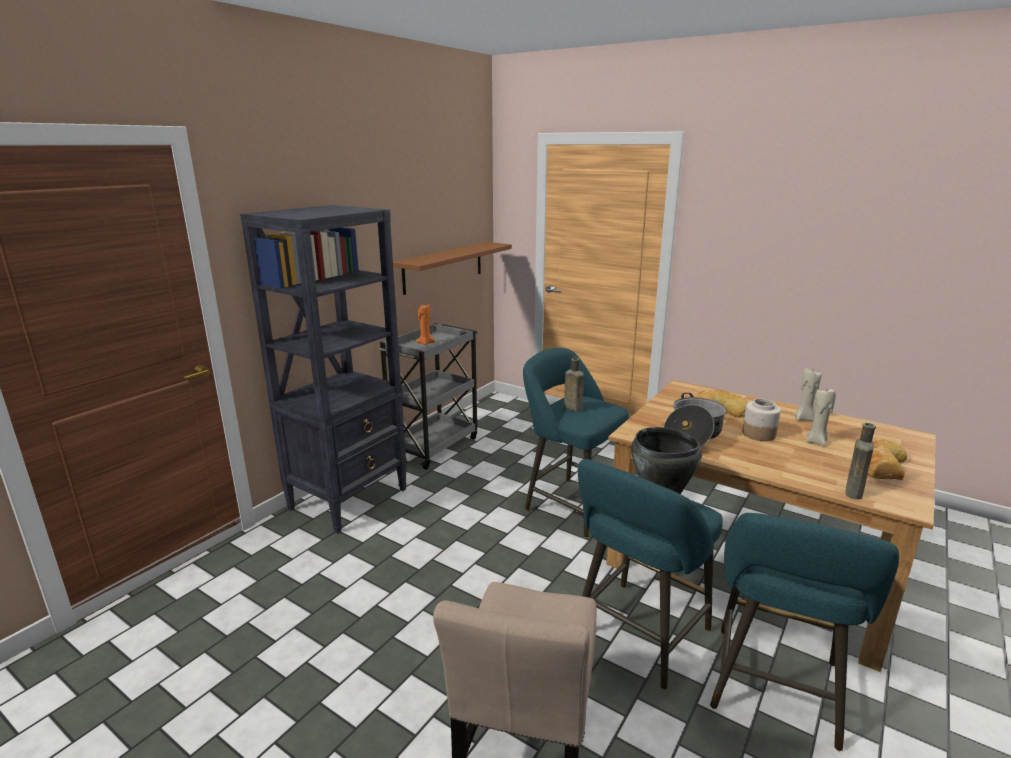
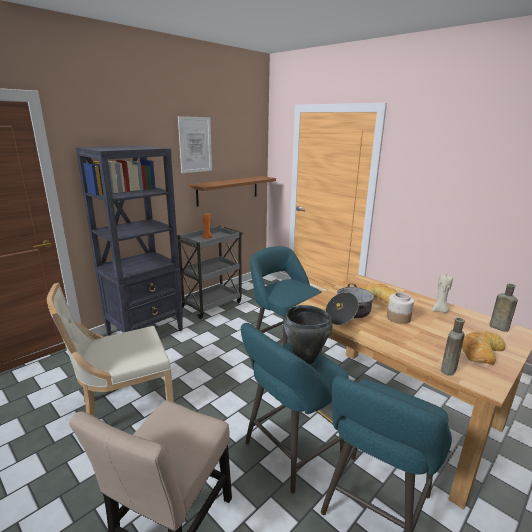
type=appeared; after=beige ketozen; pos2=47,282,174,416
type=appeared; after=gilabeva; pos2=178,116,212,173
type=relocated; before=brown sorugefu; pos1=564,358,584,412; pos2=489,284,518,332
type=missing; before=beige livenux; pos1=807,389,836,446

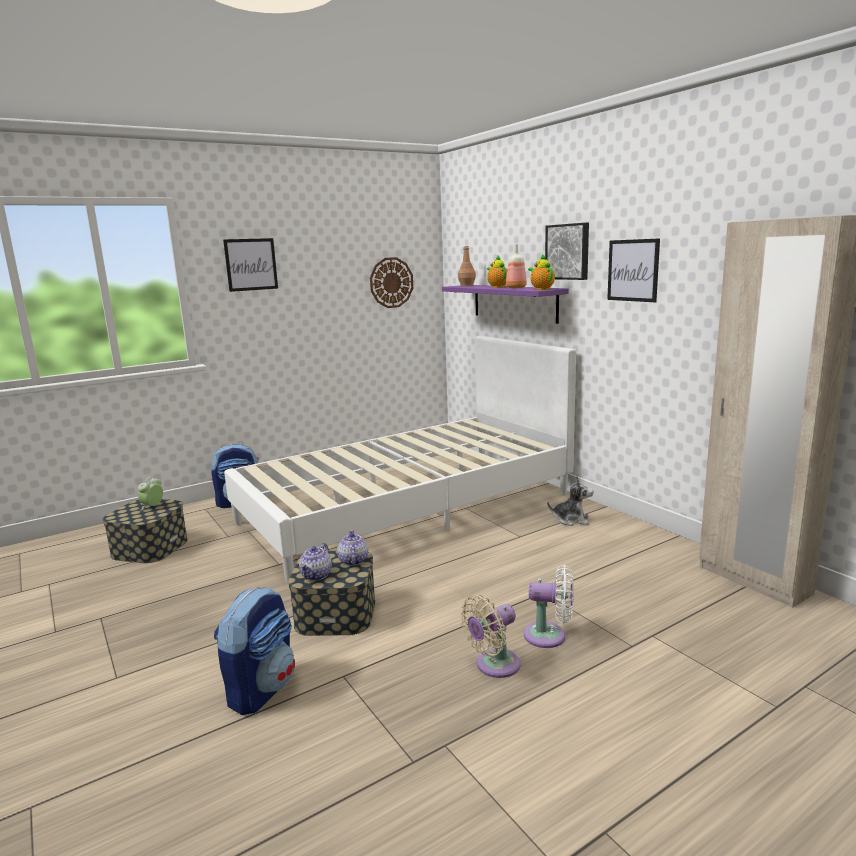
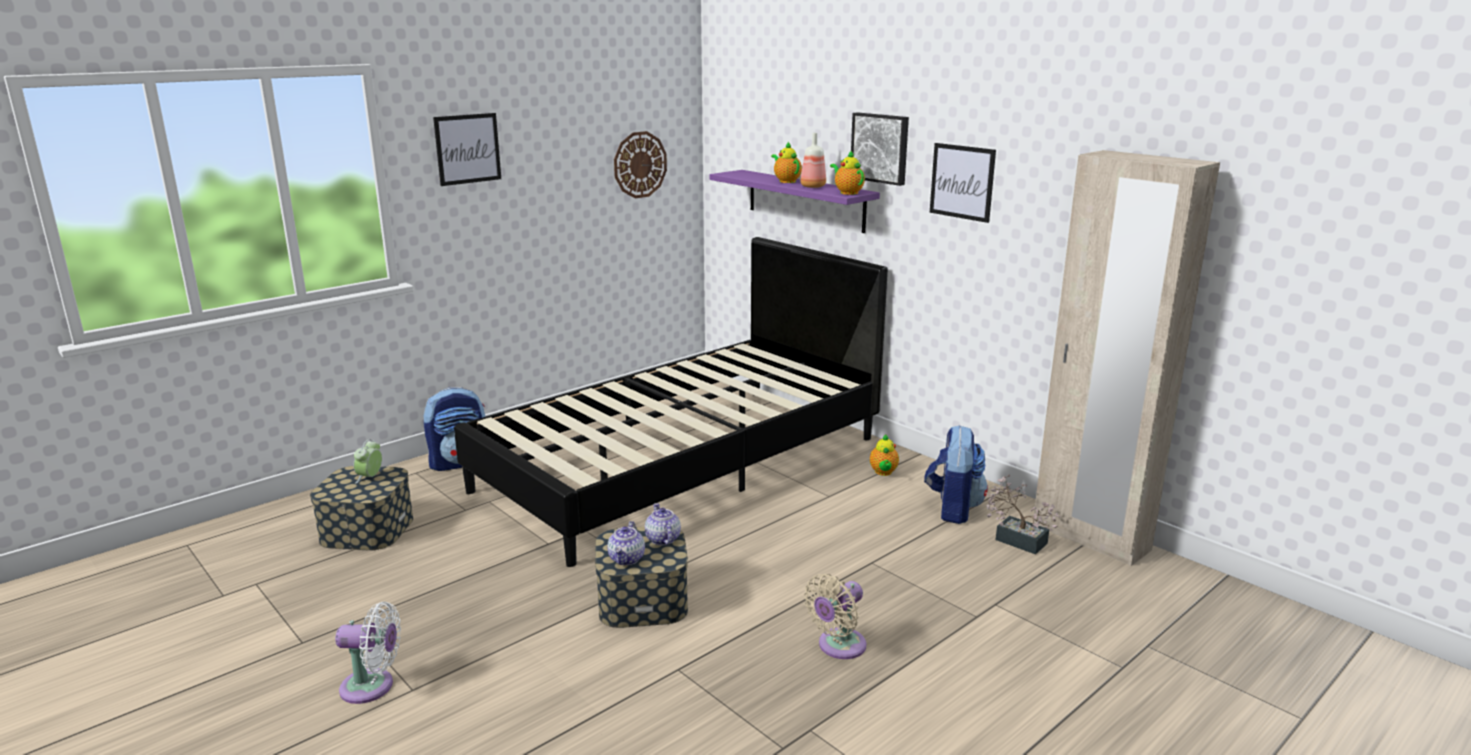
type=relocated; before=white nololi; pos1=524,565,573,648; pos2=335,602,401,704
type=colour; before=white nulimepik; after=black nulimepik; pos1=224,336,576,583; pos2=454,237,888,567
type=exchanged; before=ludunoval; after=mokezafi; pos1=547,476,593,526; pos2=870,434,899,476
type=relocated; before=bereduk; pos1=214,587,295,715; pos2=924,425,988,524
type=appeared; after=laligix; pos2=986,475,1061,555
type=missing; before=brown sorugefu; pos1=458,246,476,286

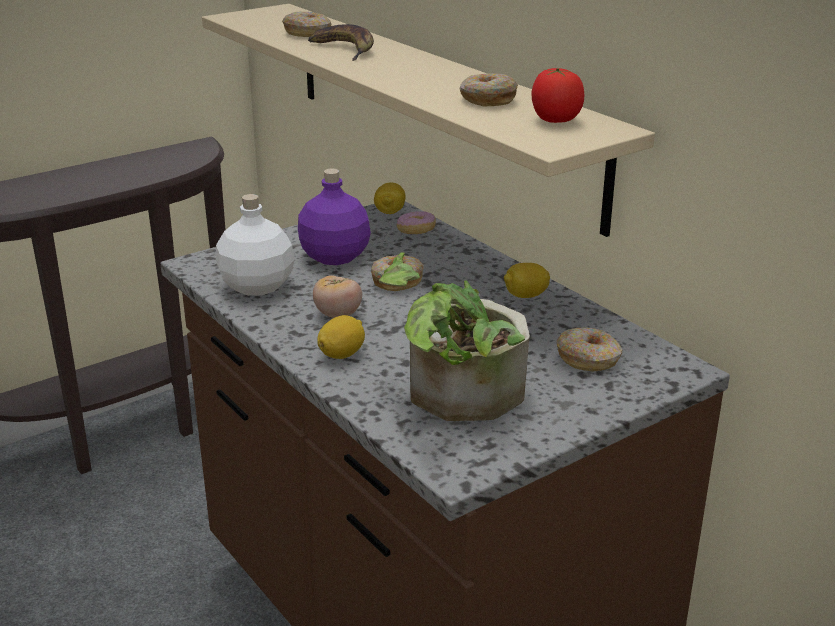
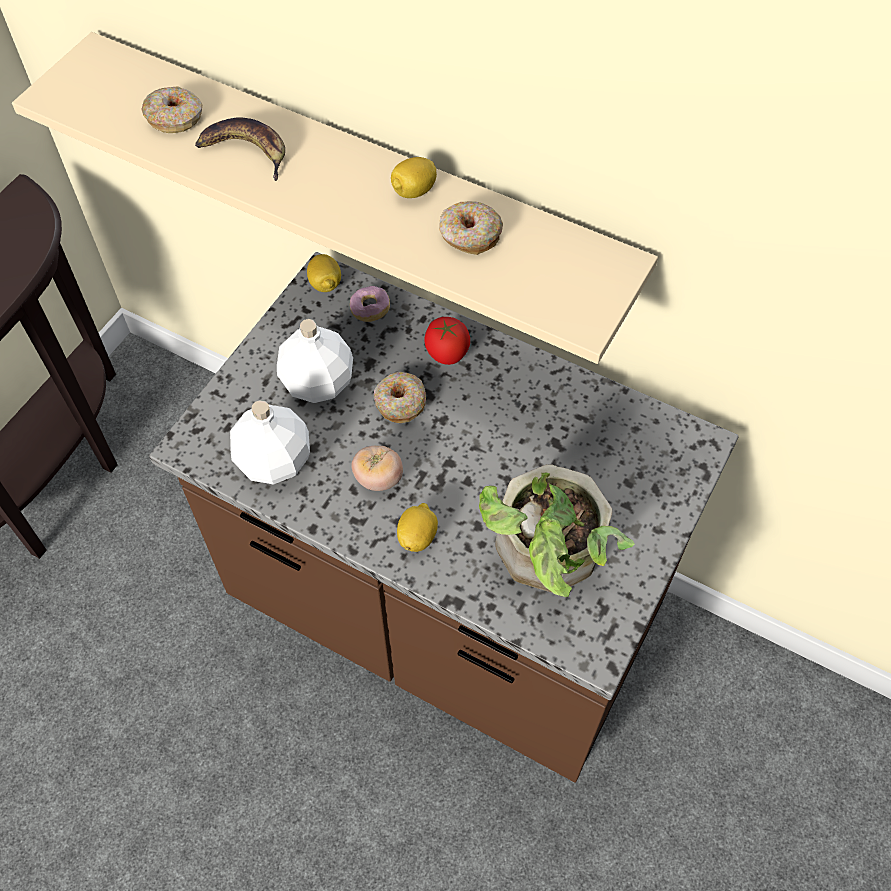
type=colour; before=purple sorugefu; after=white sorugefu; pos1=298,169,371,265; pos2=277,319,353,403
type=relocated; before=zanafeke; pos1=504,263,550,298; pos2=391,157,437,198
type=relocated; before=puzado; pos1=532,68,584,123; pos2=424,317,470,365
type=missing; before=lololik; pos1=557,328,622,371

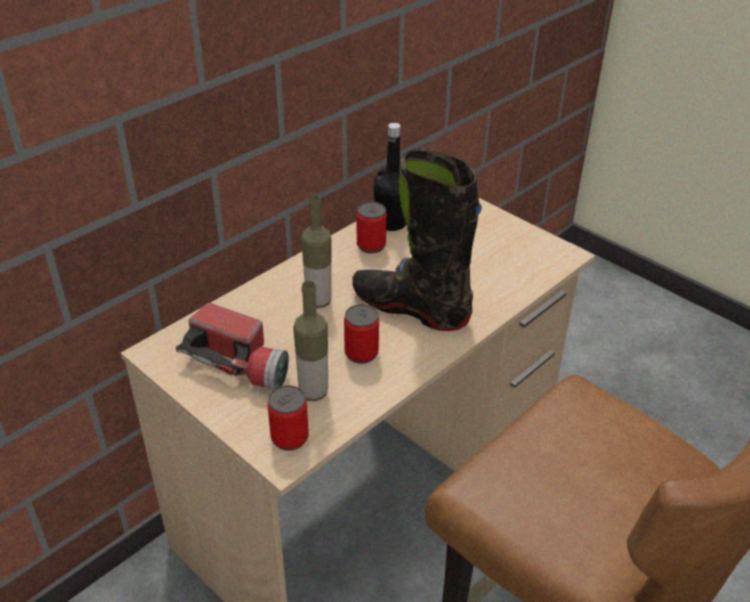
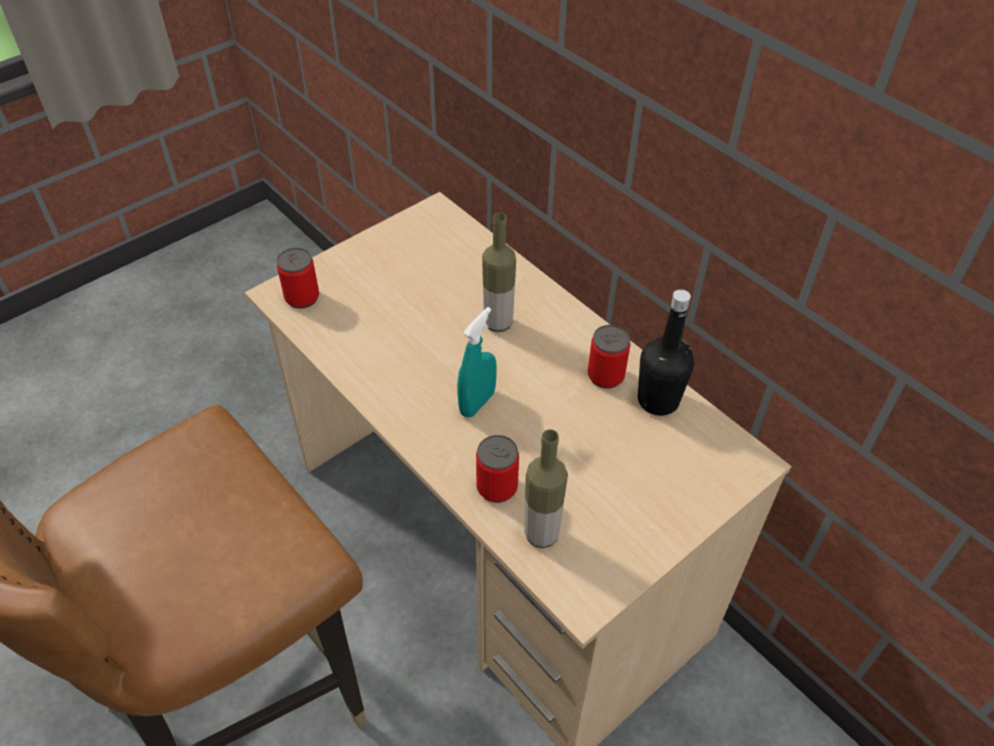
type=exchanged; before=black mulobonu; after=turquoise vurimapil; pos1=352,149,482,331; pos2=457,307,497,418
type=relocated; before=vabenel; pos1=344,304,379,364; pos2=476,435,519,503
type=relocated; before=sorugefu; pos1=293,281,328,401; pos2=524,429,568,548
type=missing; before=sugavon; pos1=176,303,289,390

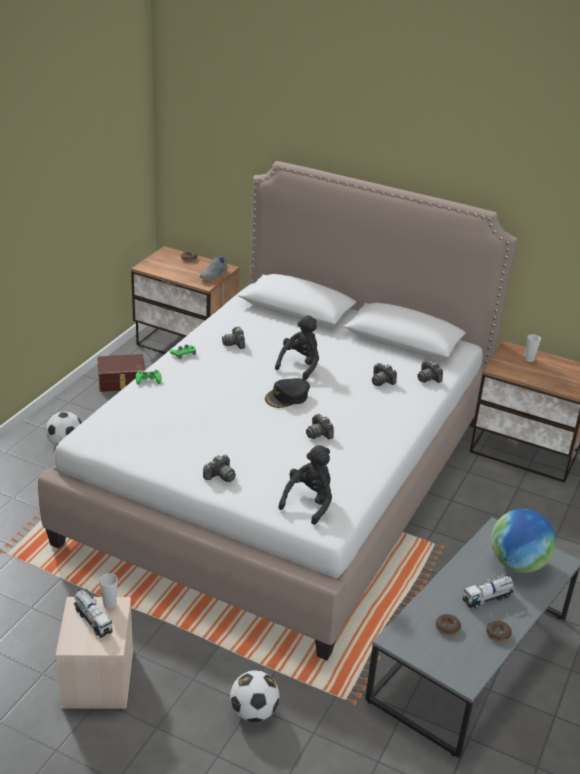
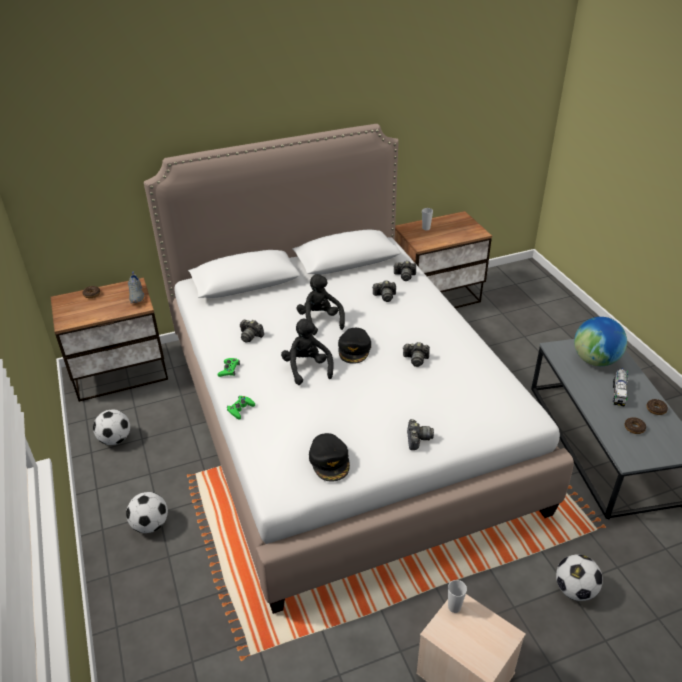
type=exchanged; before=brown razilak; after=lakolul; pos1=97,354,145,392; pos2=93,410,130,445
type=relocated; before=black ludunoval; pos1=278,445,332,525; pos2=281,319,333,385
type=appeared; after=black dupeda; pos2=309,433,350,482
type=missing; before=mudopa; pos1=74,589,113,638

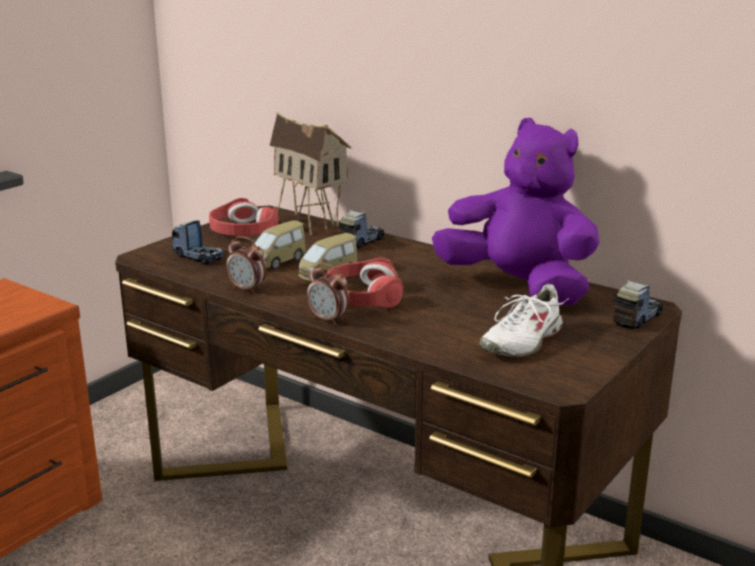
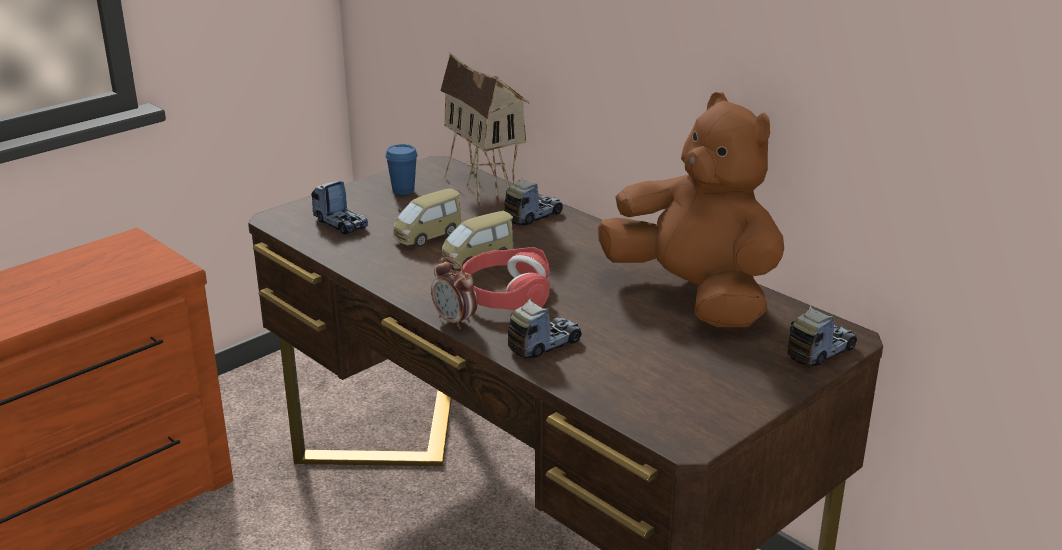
type=exchanged; before=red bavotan; after=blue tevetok; pos1=209,198,278,236; pos2=385,144,418,195
type=appeared; after=mudopa; pos2=508,298,582,359
type=colour; before=purple ludunoval; after=brown ludunoval; pos1=432,118,599,306; pos2=598,92,784,327
type=missing; before=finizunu; pos1=226,236,267,294
type=missing; before=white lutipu; pos1=479,284,569,357

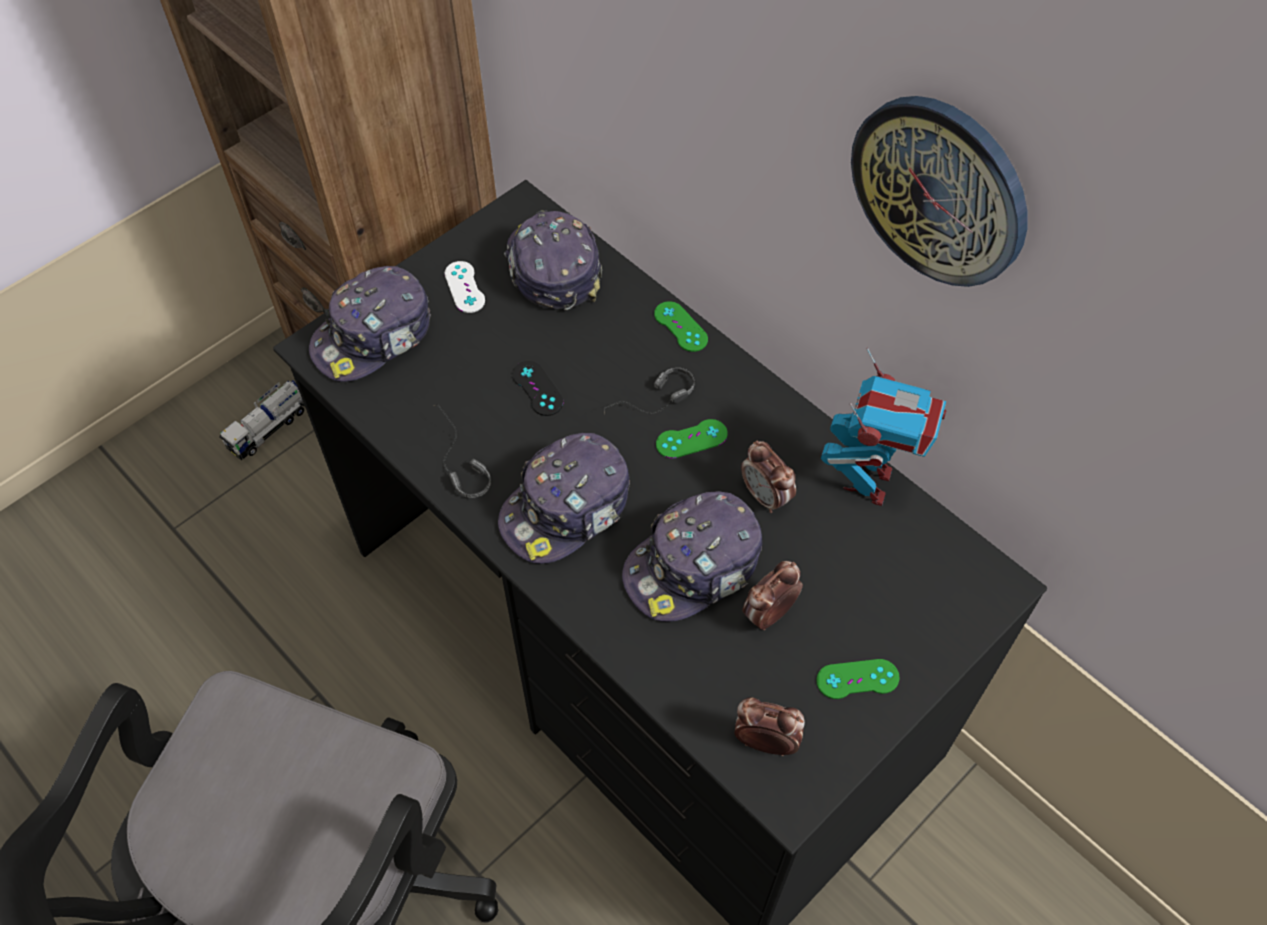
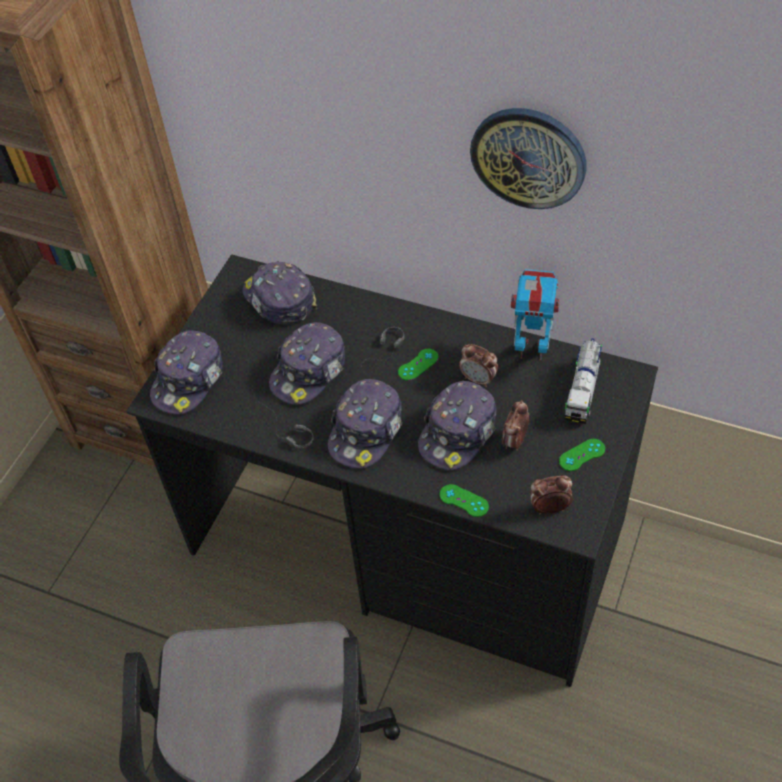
type=exchanged; before=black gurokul; after=dupeda; pos1=512,361,563,416; pos2=269,322,345,405
type=relocated; before=green gurokul; pos1=654,301,708,352; pos2=440,484,489,517
type=spun; before=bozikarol; pos1=821,348,947,506; pos2=511,269,560,361; turn=-75
type=relocated; before=mudopa; pos1=219,380,305,460; pos2=564,338,602,424
type=missing; before=white gurokul; pos1=444,261,485,313

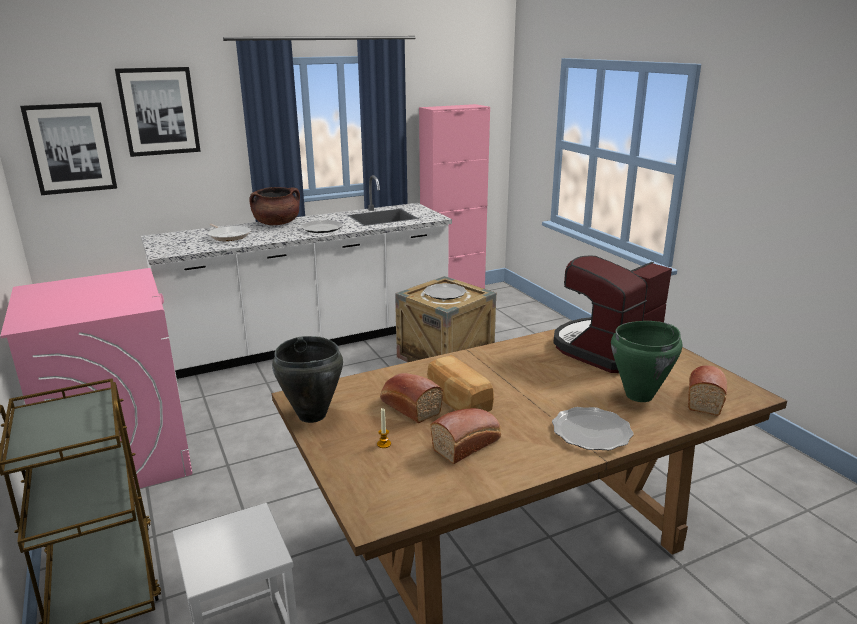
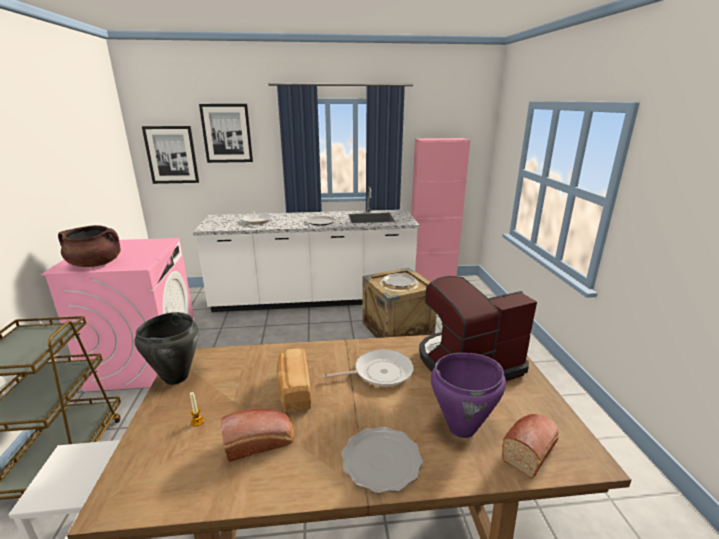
type=relocated; before=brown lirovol; pos1=249,187,300,225; pos2=58,225,121,267
type=appeared; after=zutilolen; pos2=323,349,413,387
type=colour; before=green lirovol; after=purple lirovol; pos1=611,321,682,402; pos2=431,353,506,438
type=missing; before=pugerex; pos1=380,373,443,423

